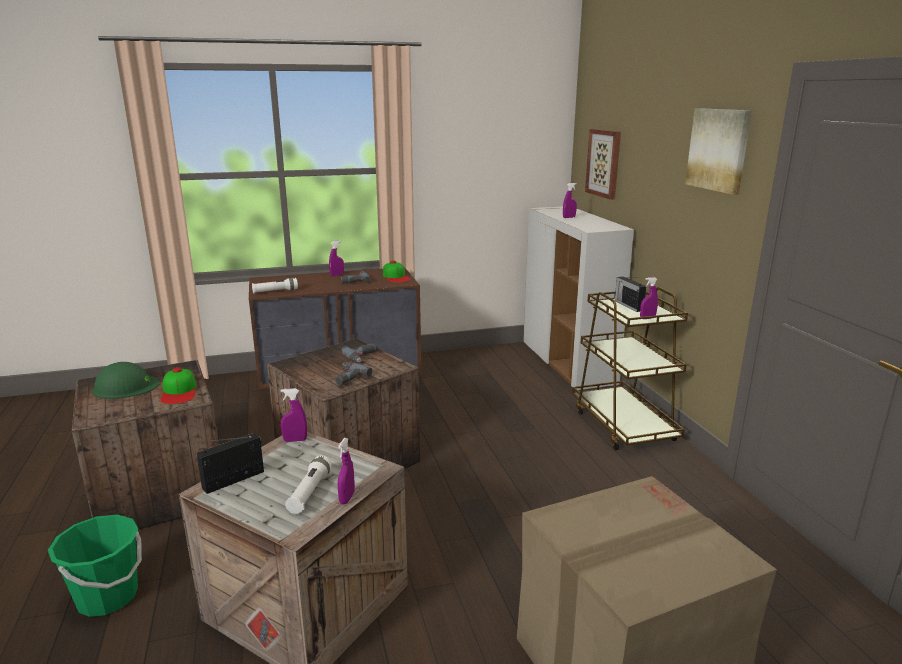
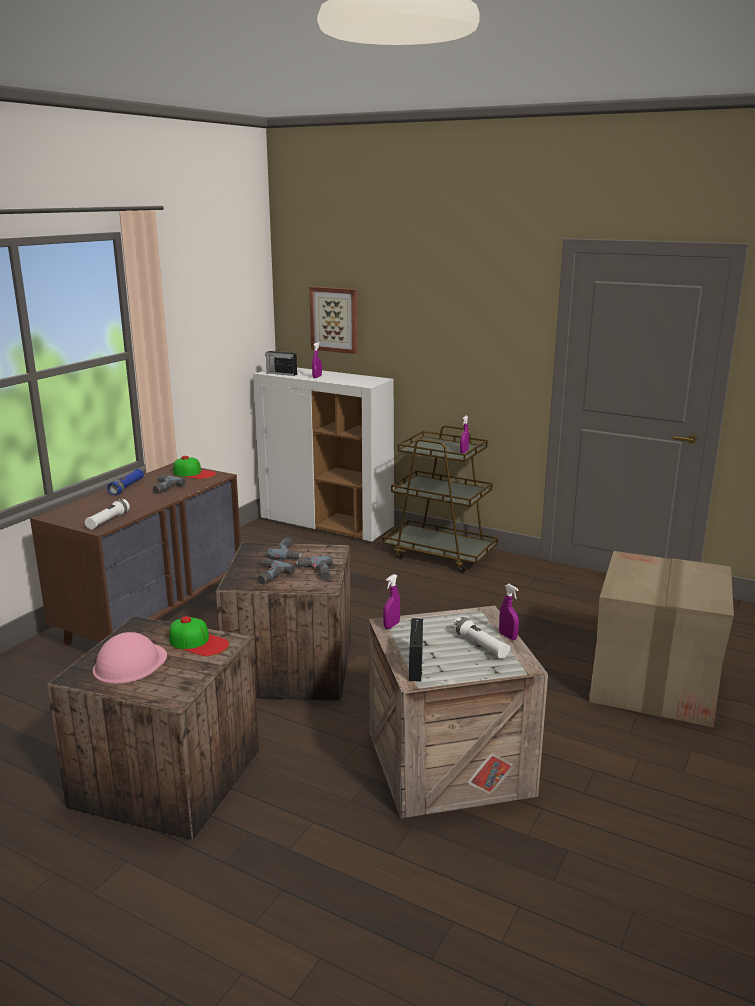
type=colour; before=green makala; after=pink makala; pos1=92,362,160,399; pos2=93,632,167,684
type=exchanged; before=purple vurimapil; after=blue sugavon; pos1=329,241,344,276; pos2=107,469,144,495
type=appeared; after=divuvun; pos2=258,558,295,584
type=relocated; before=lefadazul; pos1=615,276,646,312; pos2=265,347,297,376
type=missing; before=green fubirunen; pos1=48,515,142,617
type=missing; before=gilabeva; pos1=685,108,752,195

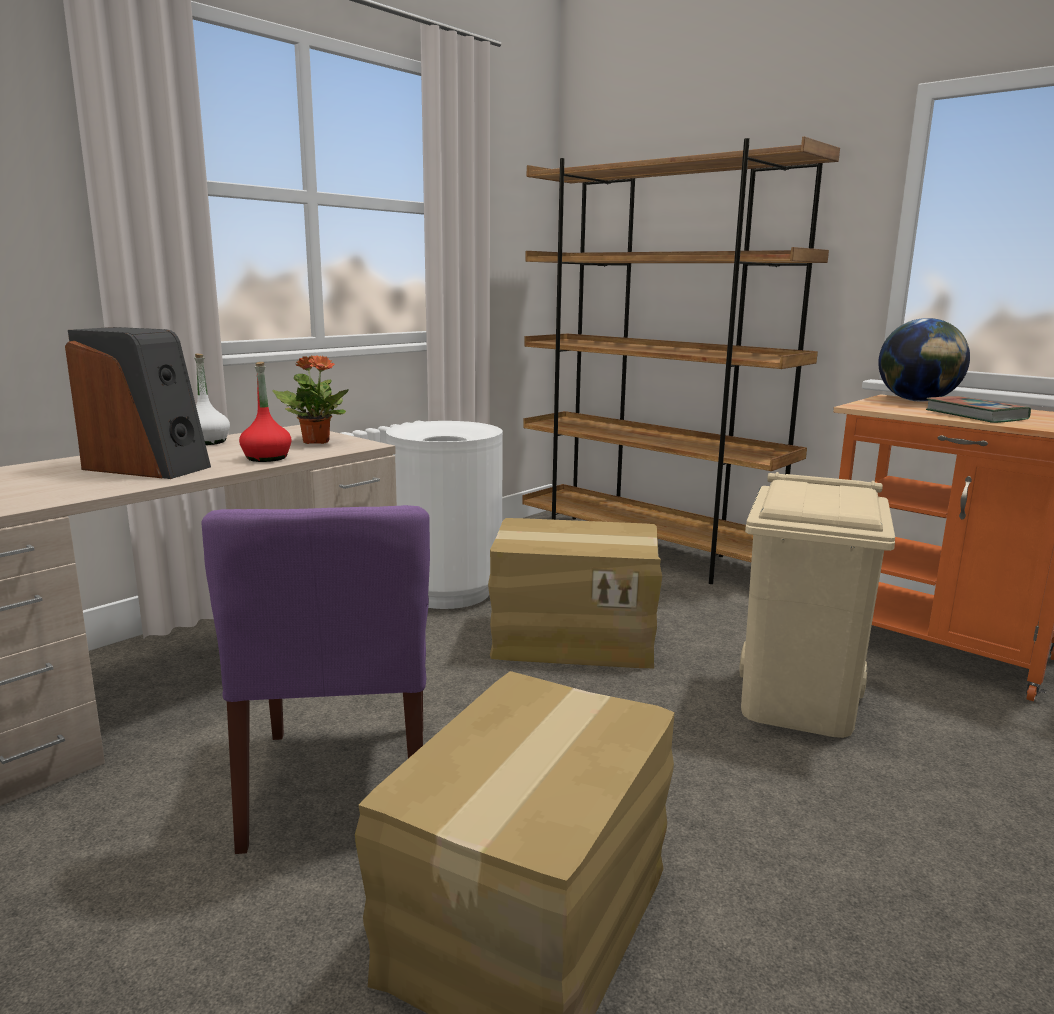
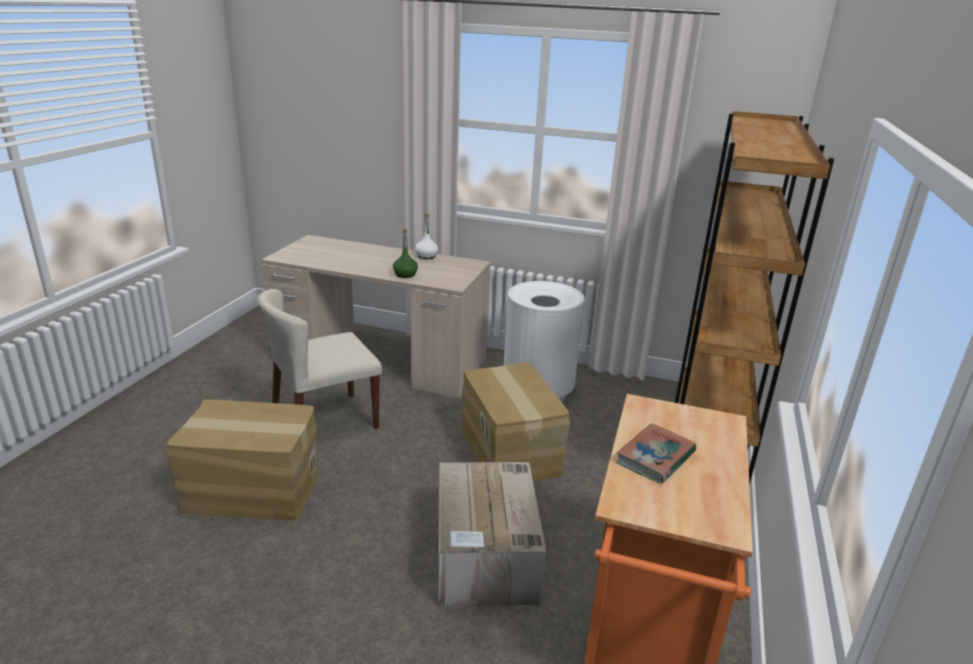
type=colour; before=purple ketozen; after=beige ketozen; pos1=202,505,430,854; pos2=257,289,382,429
type=colour; before=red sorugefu; after=green sorugefu; pos1=239,362,292,462; pos2=393,228,418,278
type=exchanged; before=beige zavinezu; after=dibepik; pos1=739,472,895,738; pos2=438,462,546,607
type=missing; before=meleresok; pos1=65,327,211,479
type=missing; before=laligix; pos1=272,355,349,444
type=missing; before=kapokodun; pos1=878,318,970,401

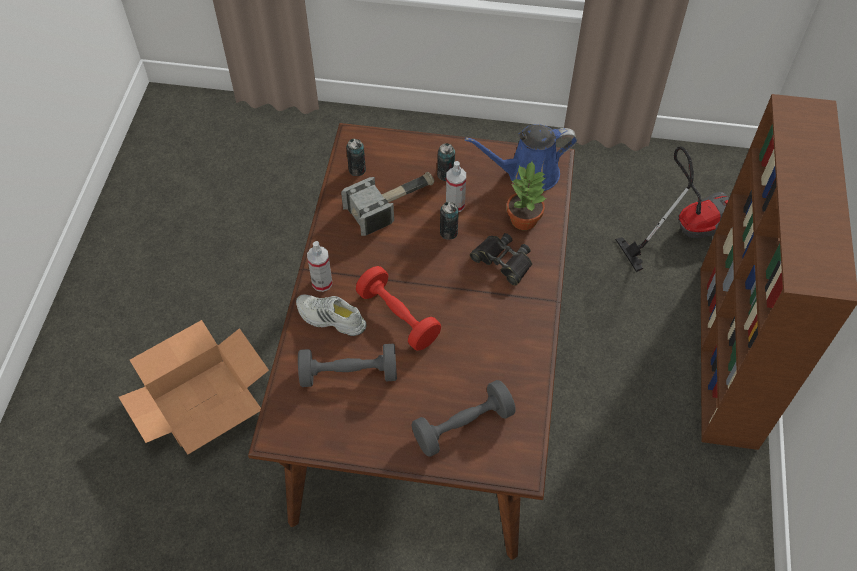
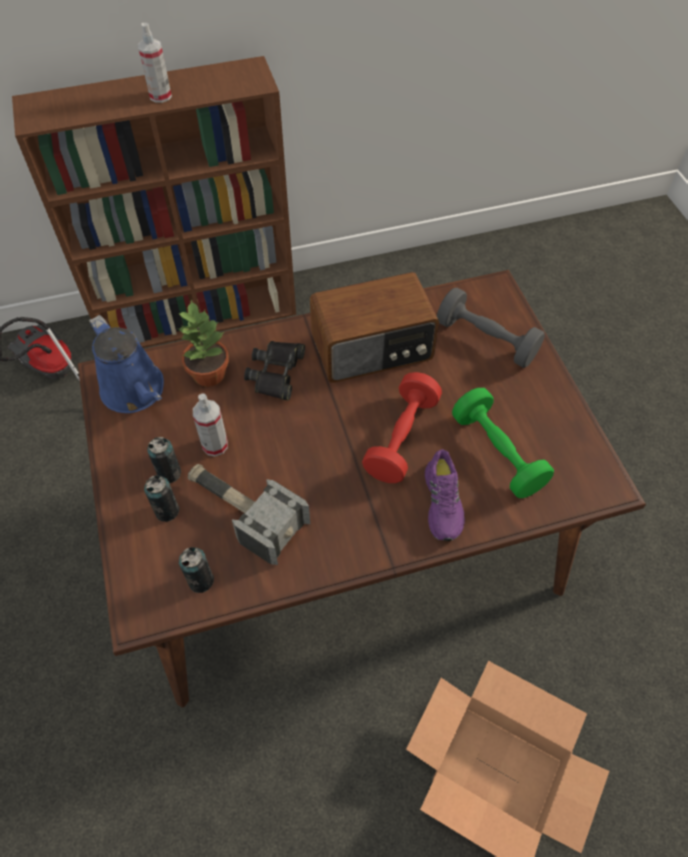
type=relocated; before=vurimapil; pos1=307,241,333,292; pos2=138,23,172,103
type=relocated; before=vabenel; pos1=440,202,459,240; pos2=144,475,179,522
type=appeared; after=lefadazul; pos2=310,272,439,383
type=colour; before=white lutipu; after=purple lutipu; pos1=296,294,367,336; pos2=425,449,465,541
type=colour; before=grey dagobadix; after=green dagobadix; pos1=298,344,397,387; pos2=452,388,554,498

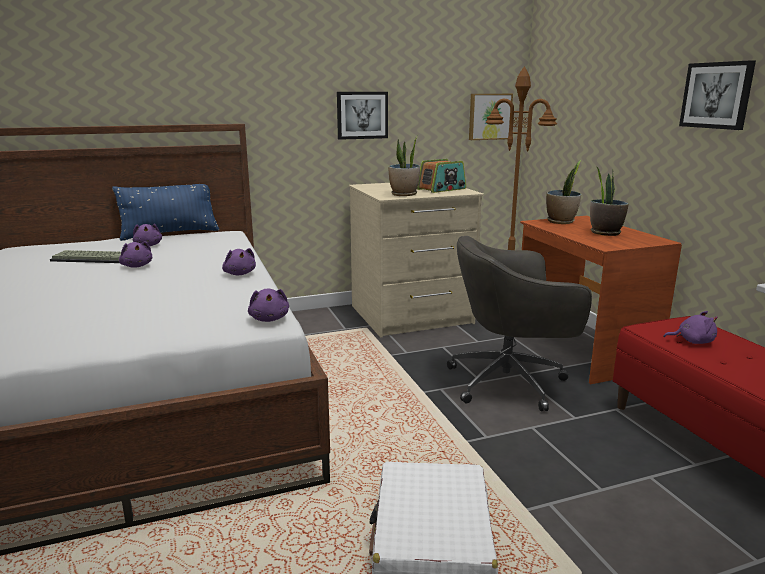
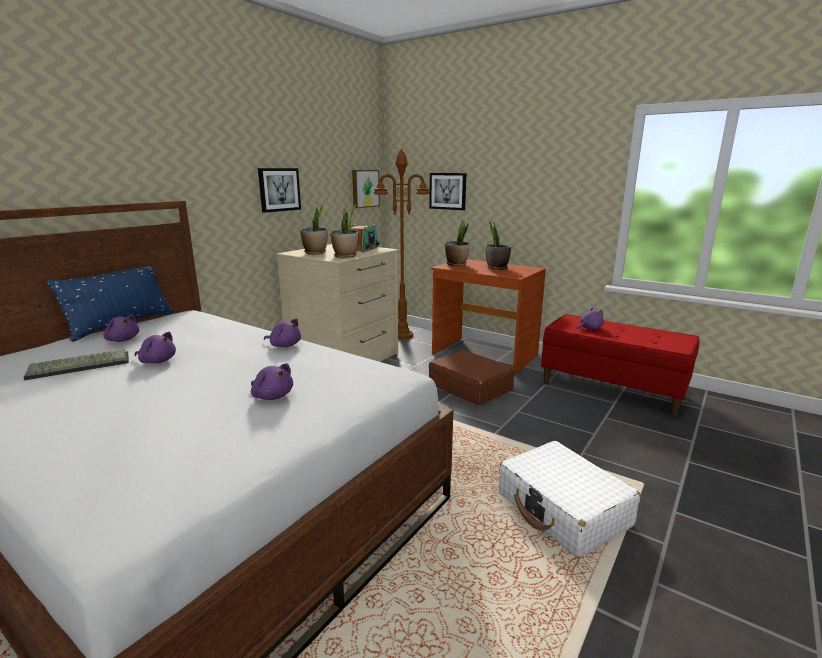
type=relocated; before=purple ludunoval; pos1=248,288,289,322; pos2=251,363,293,400
type=appeared; after=laligix; pos2=300,202,328,255
type=relocated; before=gilabeva; pos1=679,60,756,130; pos2=429,173,466,210
type=exchanged; before=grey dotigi; after=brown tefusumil; pos1=447,236,592,411; pos2=429,350,515,405

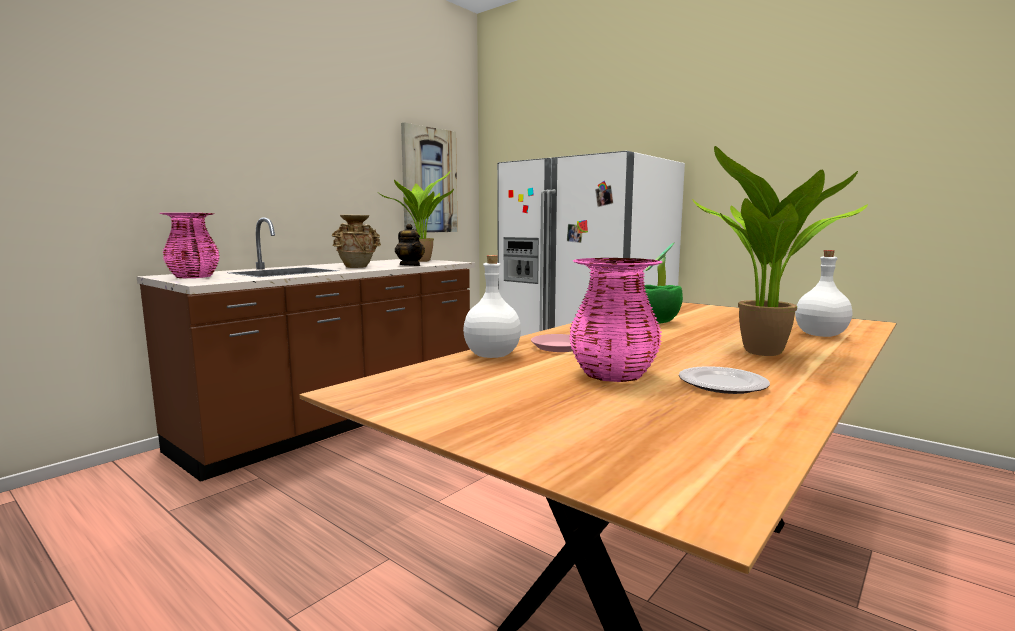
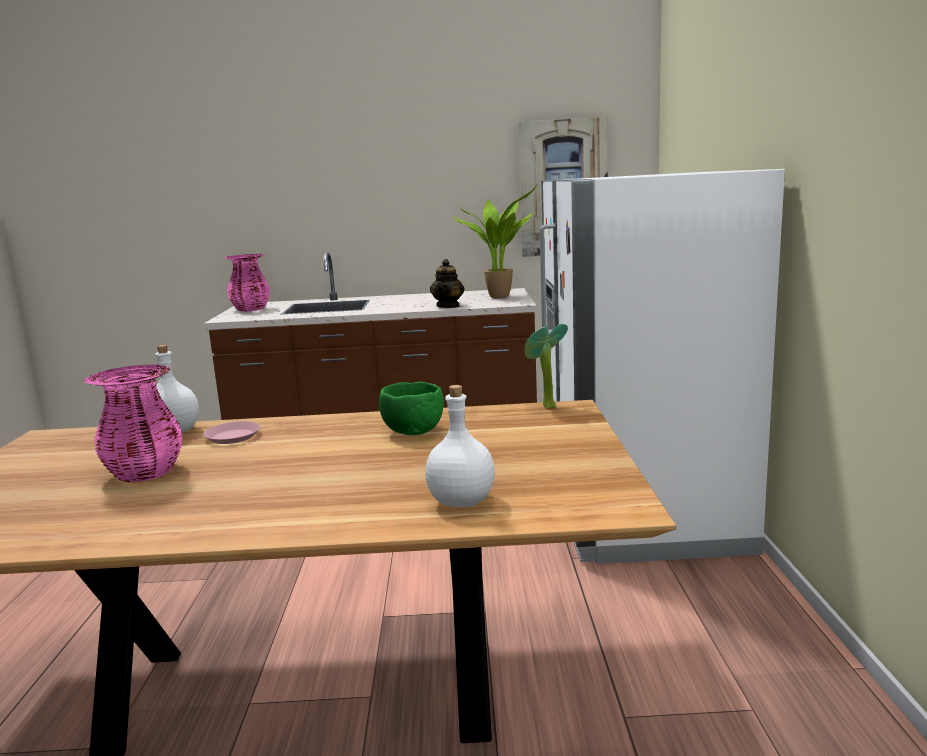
type=missing; before=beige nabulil; pos1=332,215,381,268
type=missing; before=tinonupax; pos1=679,366,770,394
type=missing; before=laligix; pos1=692,146,868,356

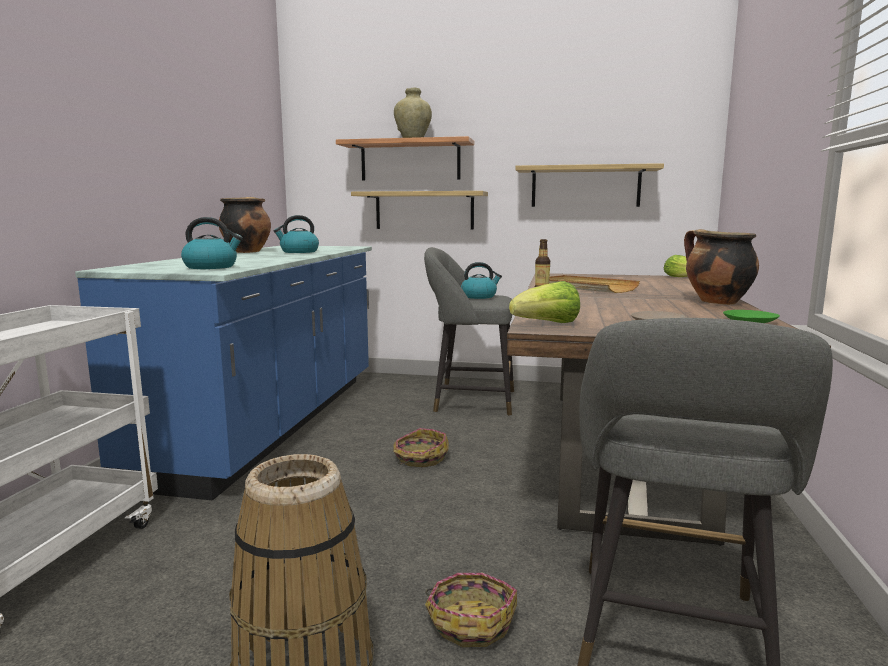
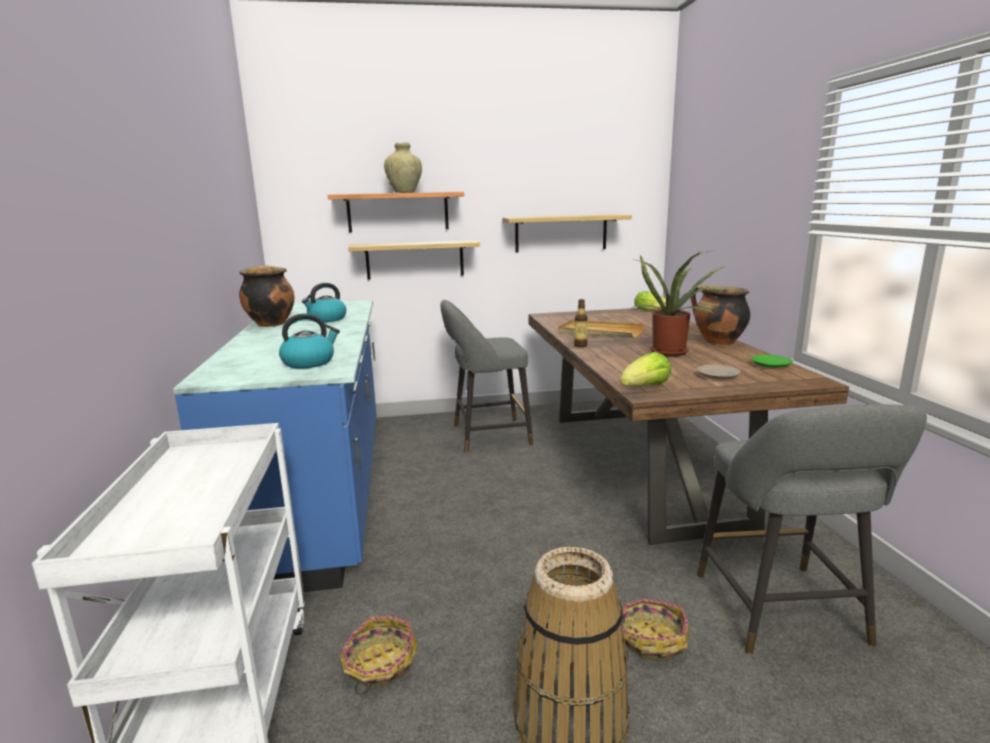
type=relocated; before=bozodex; pos1=393,428,449,468; pos2=339,616,418,695
type=appeared; after=laligix; pos2=632,250,724,357
type=missing; before=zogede; pos1=461,262,502,299

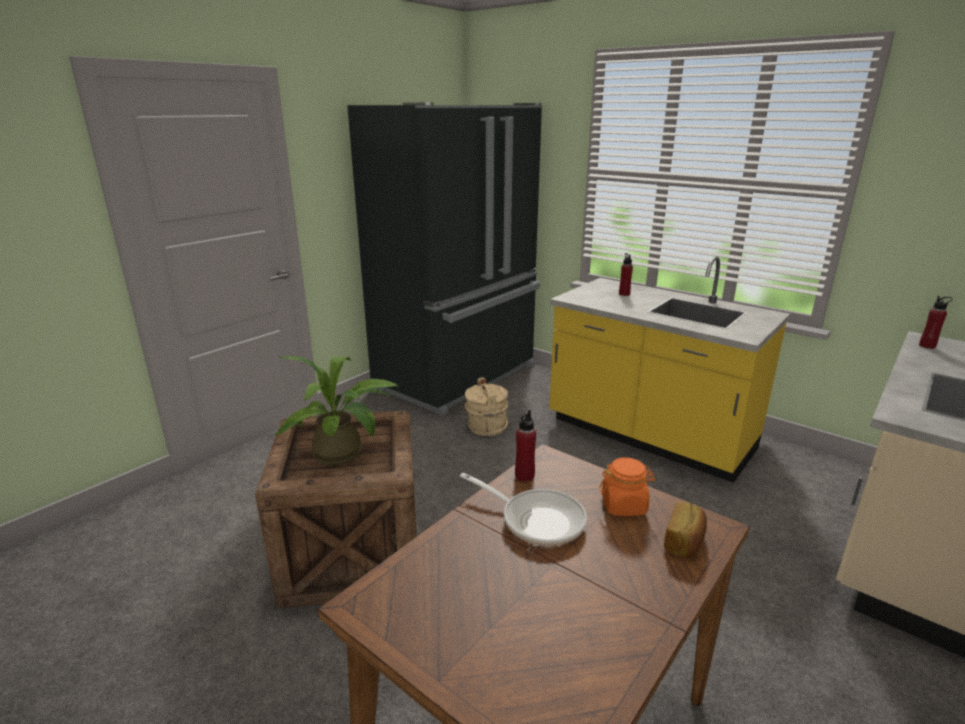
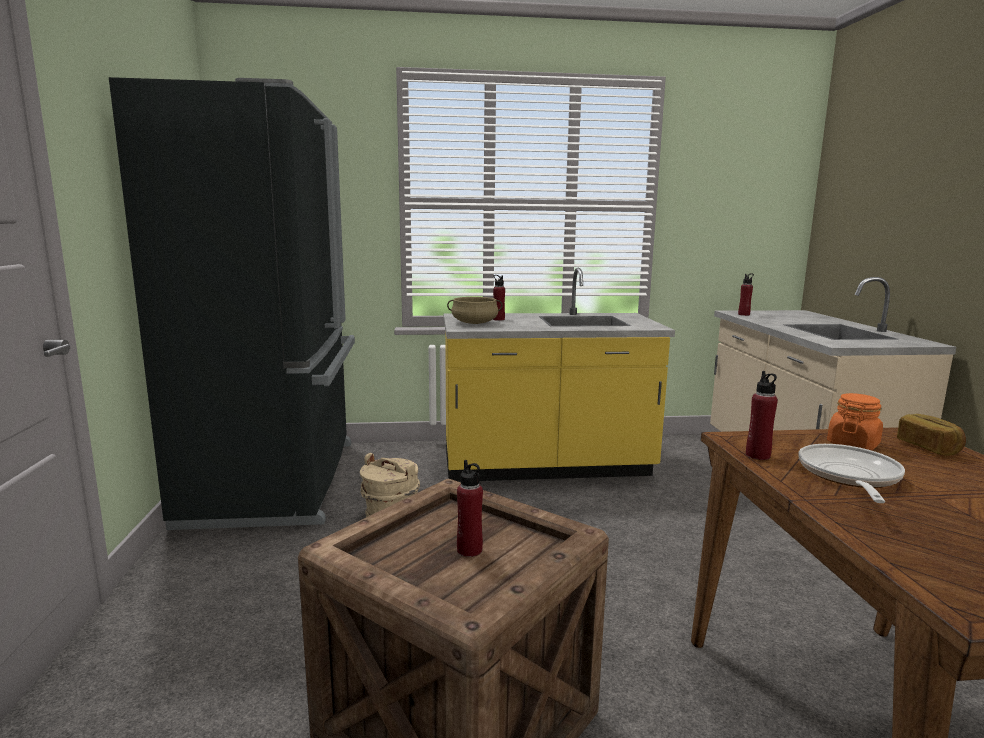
type=appeared; after=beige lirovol; pos2=447,297,503,324
type=exchanged; before=laligix; after=red sorugefu; pos1=274,356,400,465; pos2=457,460,483,557
type=spun; before=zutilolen; pos1=460,473,587,546; pos2=798,444,905,503; turn=-60

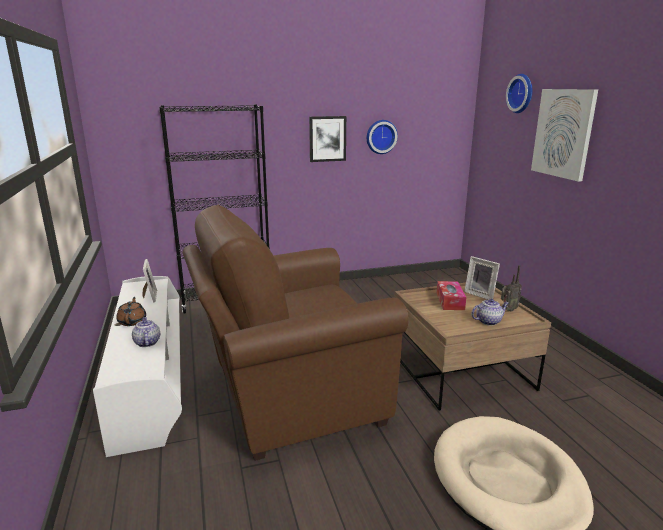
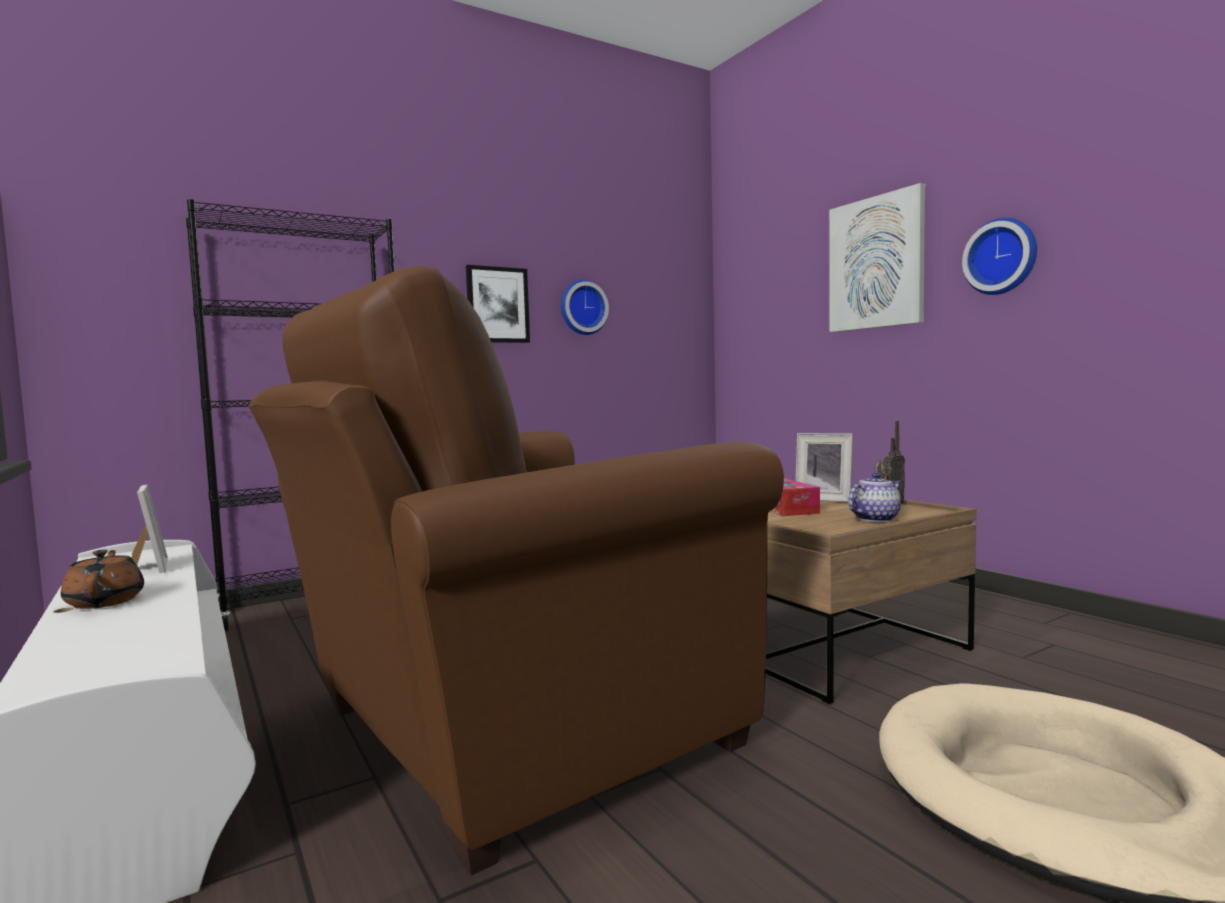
type=relocated; before=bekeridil; pos1=506,74,532,113; pos2=962,218,1037,295
type=missing; before=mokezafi; pos1=132,317,160,347

